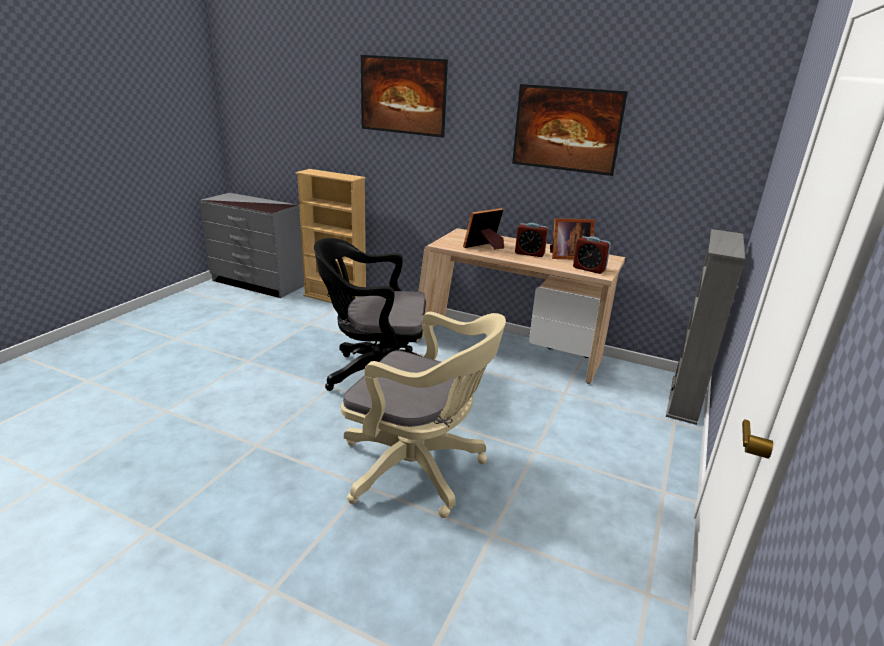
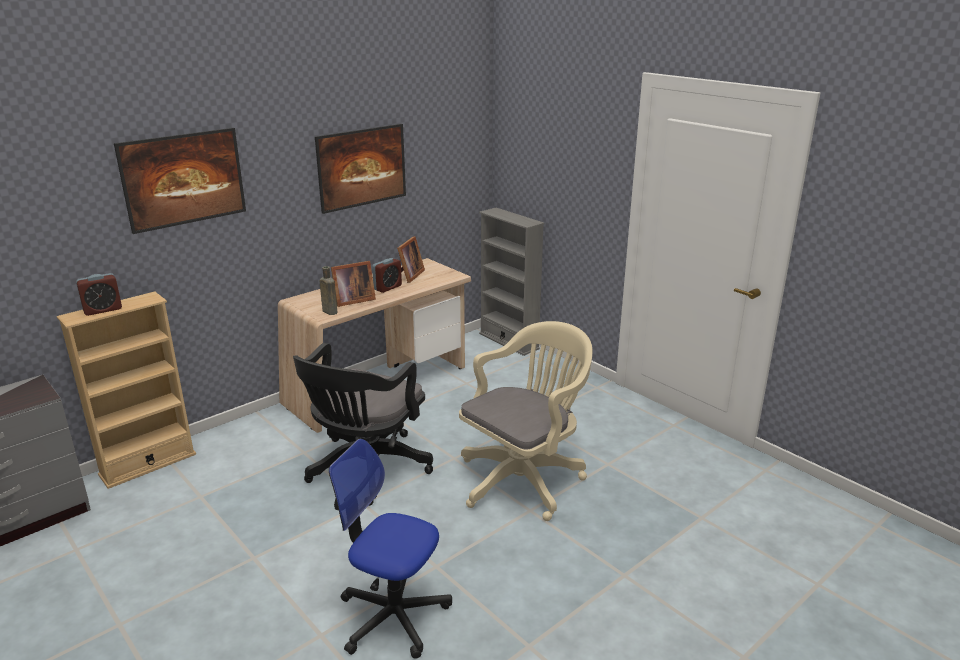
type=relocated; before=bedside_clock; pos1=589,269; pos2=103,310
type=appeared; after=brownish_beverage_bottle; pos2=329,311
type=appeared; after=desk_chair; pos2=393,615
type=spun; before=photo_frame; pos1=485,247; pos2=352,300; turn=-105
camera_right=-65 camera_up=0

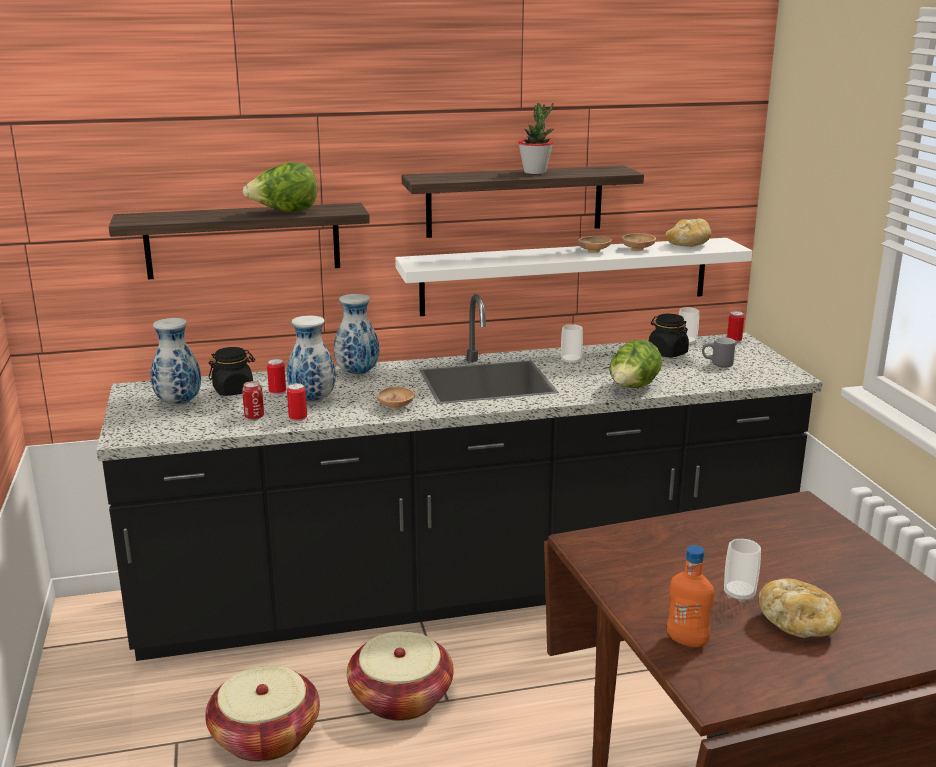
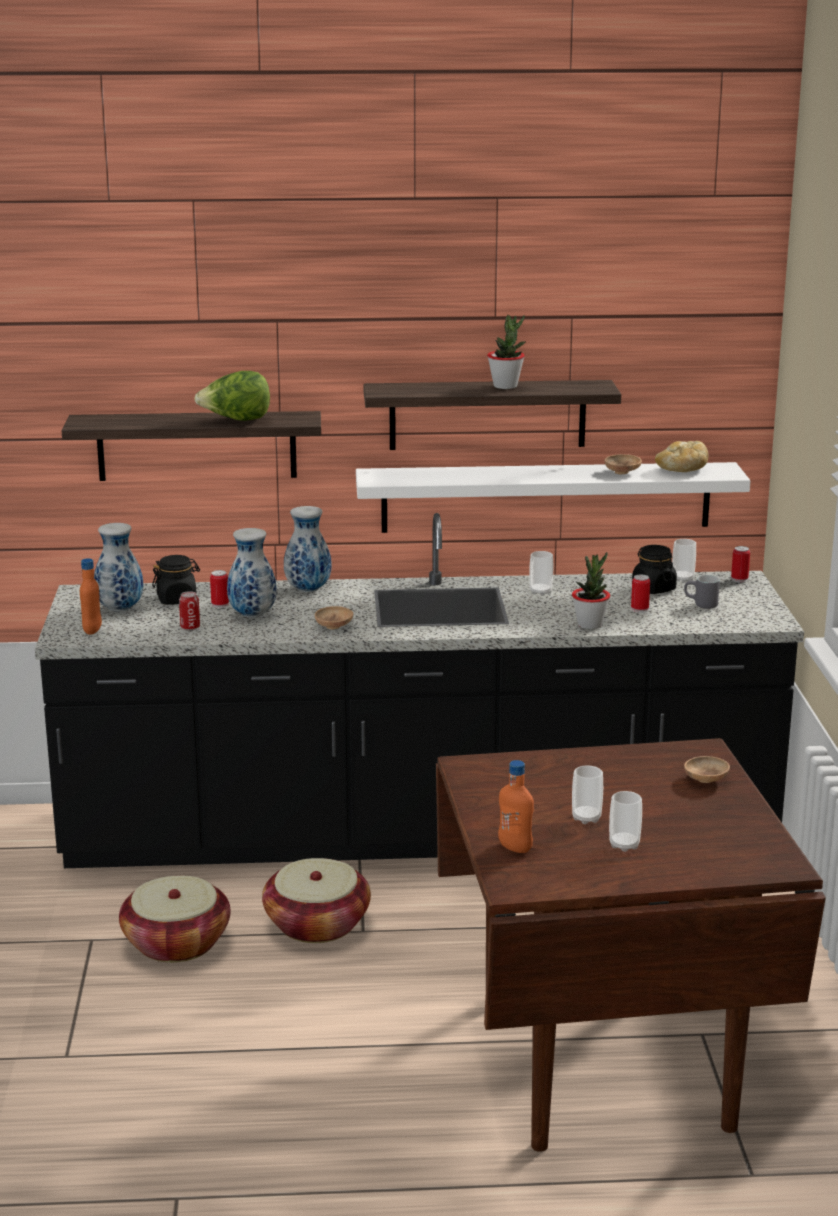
type=appeared; after=orange_beverage_bottle; pos2=92,630
type=exchanged; before=head_of_lettuce; after=potted_plant; pos1=632,389; pos2=590,625
type=exchanged; before=bread; after=small_cup; pos1=798,625; pos2=624,845
type=relocated; before=metal_can; pos1=298,419; pos2=639,609
type=relocated; before=brownish_bowl; pos1=594,251; pos2=706,780
camera_right=10 camera_up=0

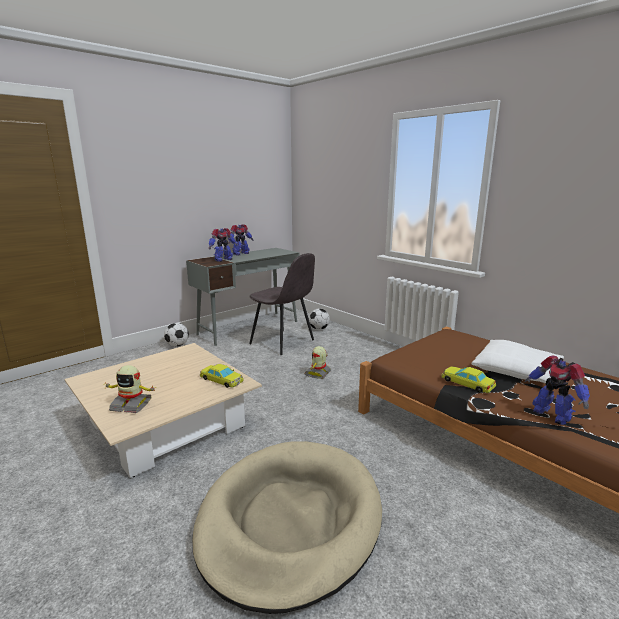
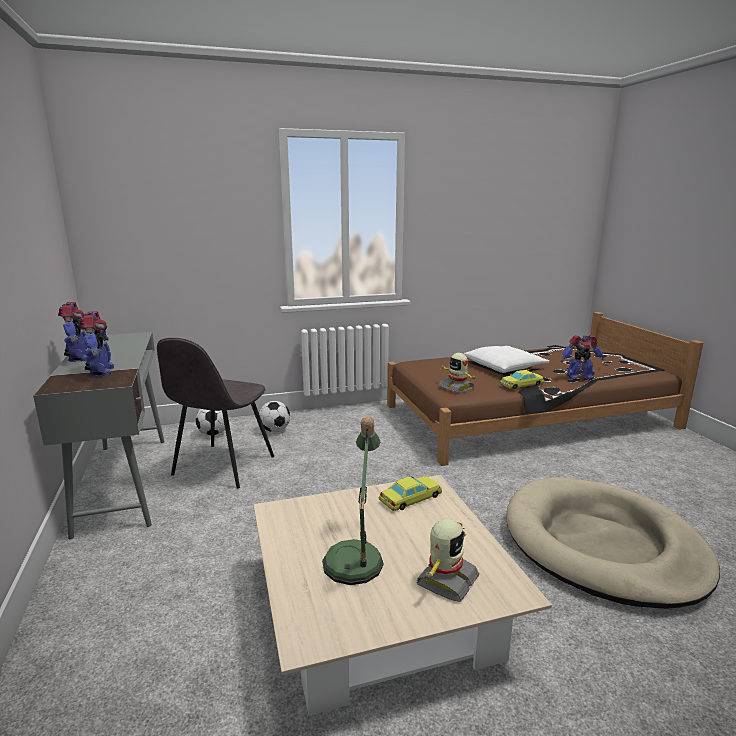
type=spun; before=grey_upright_chair; pos1=283,342; pos2=222,467; turn=135
type=relocated; before=football; pos1=177,345; pos2=275,430
type=appeared; after=table_lamp; pos2=356,556
type=relocated; before=model_robot; pos1=318,373; pos2=456,387
camera_right=-65 camera_up=0

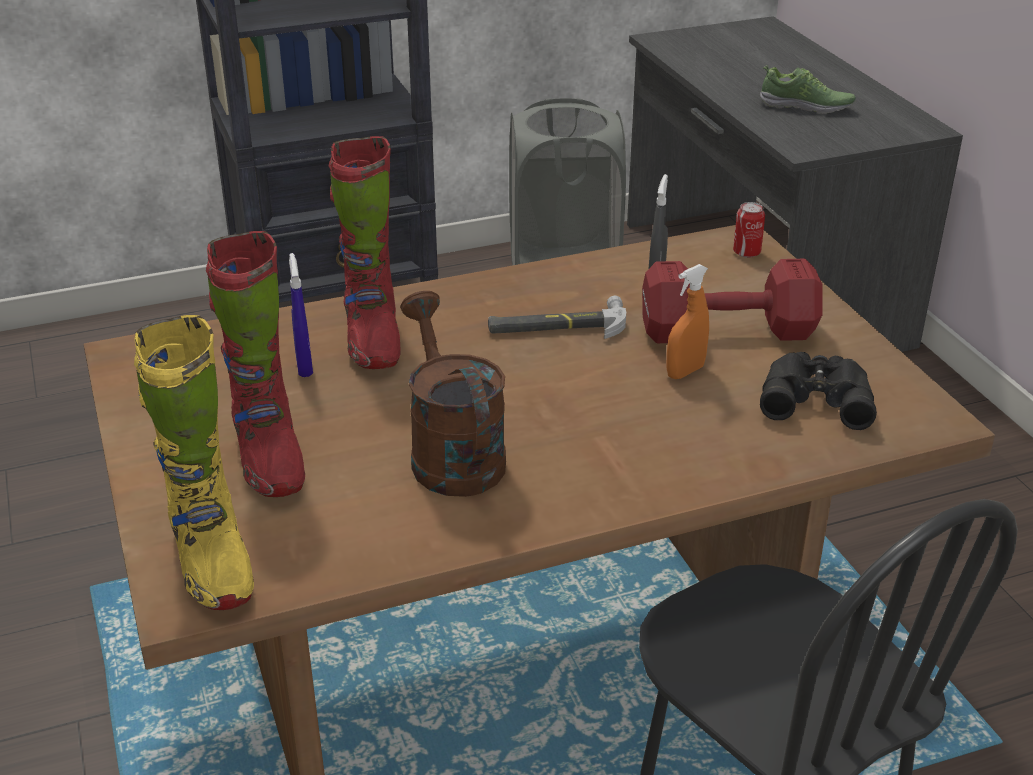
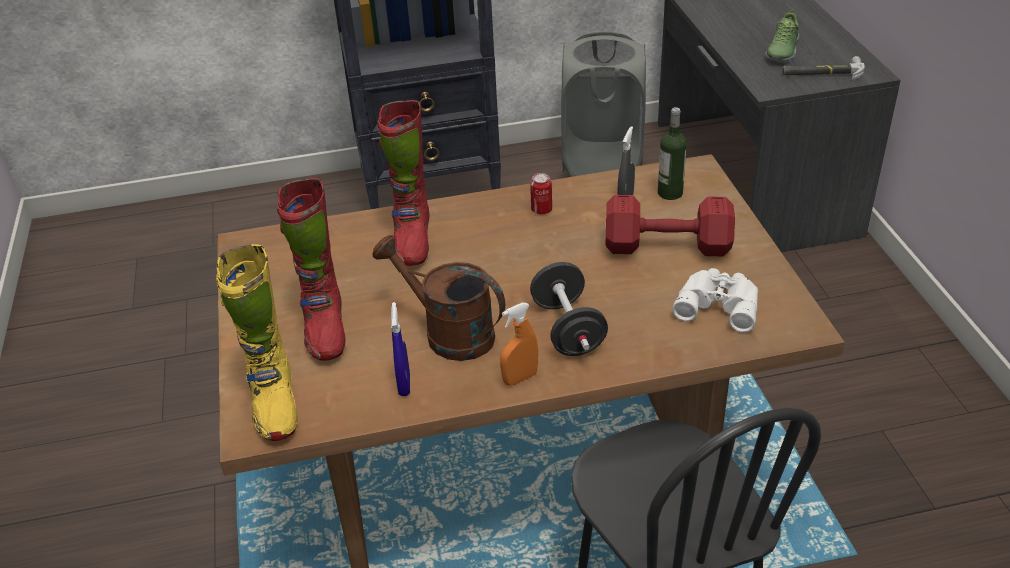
type=spun; before=brownish_sprinkling_can; pos1=451,453; pos2=448,333; turn=-45
type=relocated; before=bluish_hand_sprayer; pos1=304,366; pos2=404,384
type=relocated; before=orange_hand_sprayer; pos1=685,372; pos2=520,378
type=relocated; before=metal_can; pos1=746,252; pos2=541,210
type=appeared; after=black_free_weight; pos2=568,329
type=appeared; after=beverage_bottle; pos2=670,193
type=colour; before=black_field_glasses; after=white-coloured_field_glasses; pos1=815,396; pos2=718,303
type=spun; before=low_shoe; pos1=806,107; pos2=781,51; turn=90
type=relocated; before=hammer; pos1=557,326; pos2=822,72
camera_right=10 camera_up=5

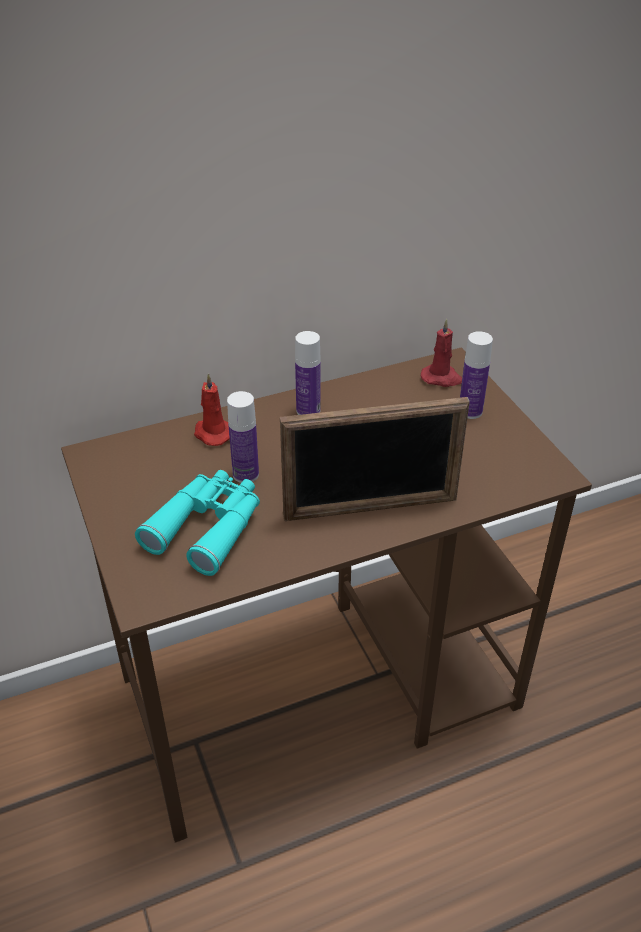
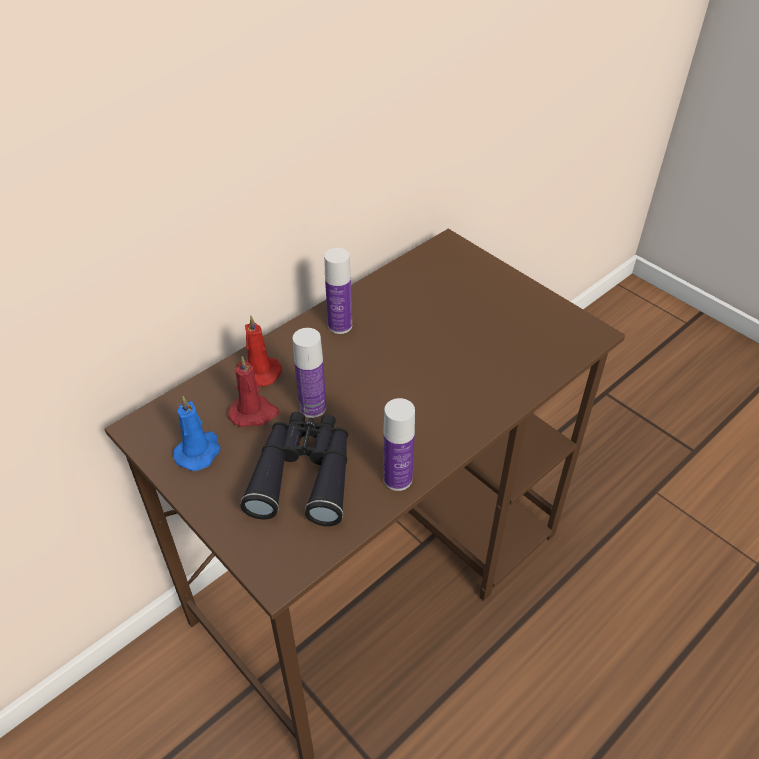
type=appeared; after=bluish_candle; pos2=199,451
type=relocated; before=reddish_candle; pos1=442,378; pos2=254,413
type=colour; before=turquoise-coloured_field_glasses; after=black_field_glasses; pos1=208,527; pos2=304,474
type=relocated; before=beverage_bottle; pos1=470,411; pos2=397,479
type=missing; before=photo_frame; pos1=370,509
camera_right=-20 camera_up=5

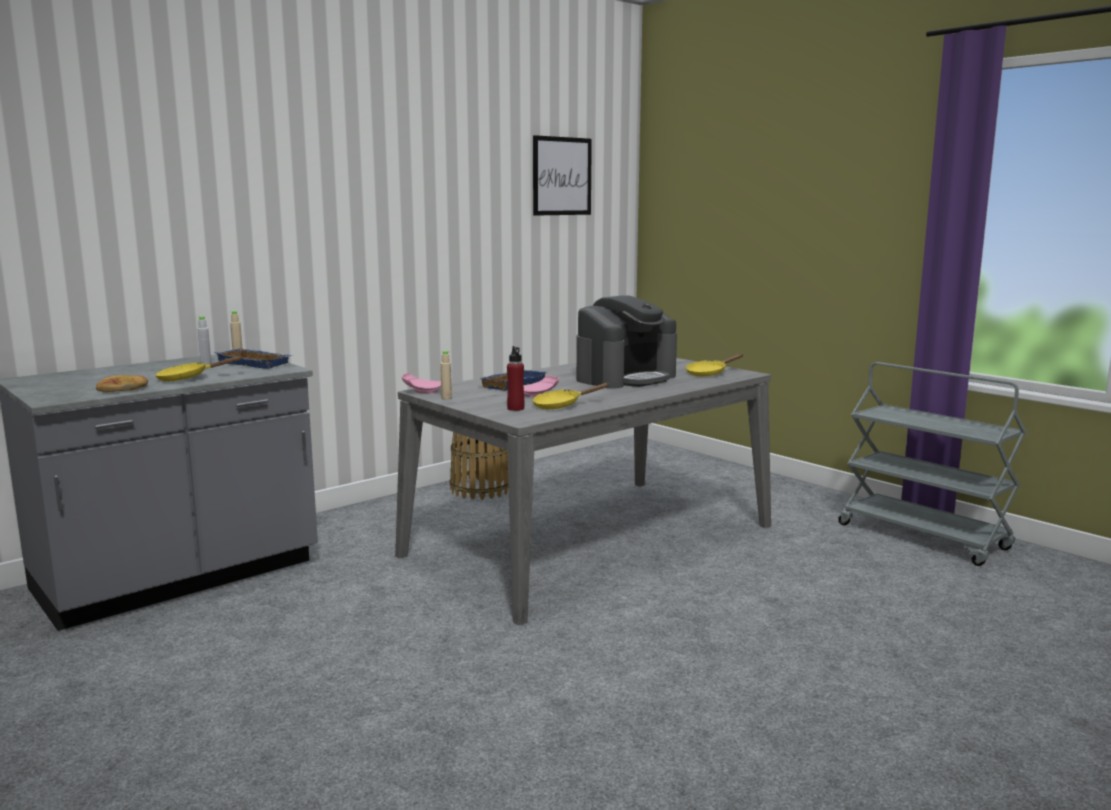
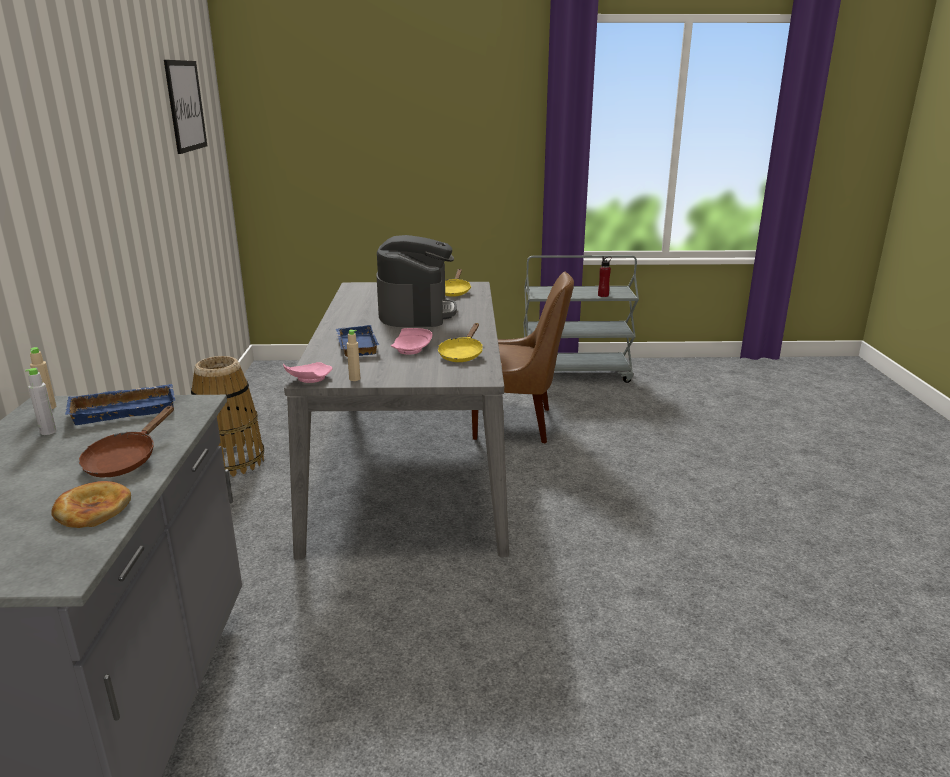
type=colour; before=yellow_pan; after=brownish_pan; pos1=188,378; pos2=125,460
type=appeared; after=brownish_upright_chair; pos2=516,424
type=relocated; before=reddish_beverage_bottle; pos1=515,408; pos2=603,295
camera_right=-50 camera_up=10

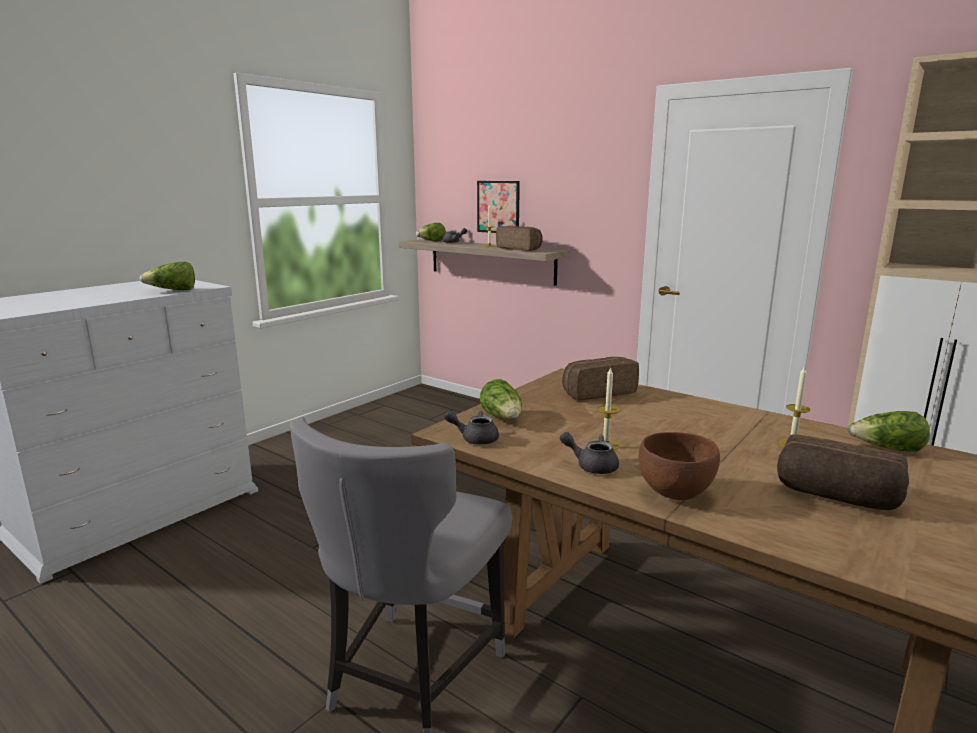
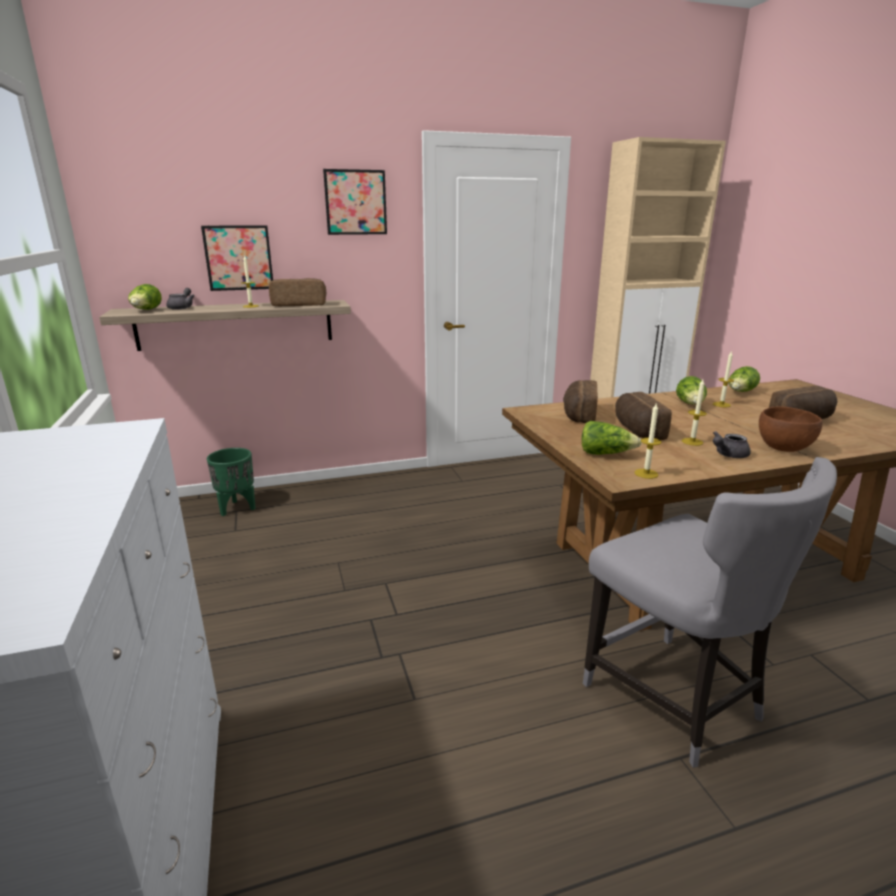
type=appeared; after=green_plant_pot; pos2=237,508
type=appeared; after=picture; pos2=355,202
type=appeared; after=bread; pos2=636,430
type=exchanged; before=grey_pot_for_tea; after=candle; pos1=474,439; pos2=646,473
type=relocated; before=head_of_lettuce; pos1=173,290; pos2=691,404
camera_right=-55 camera_up=5

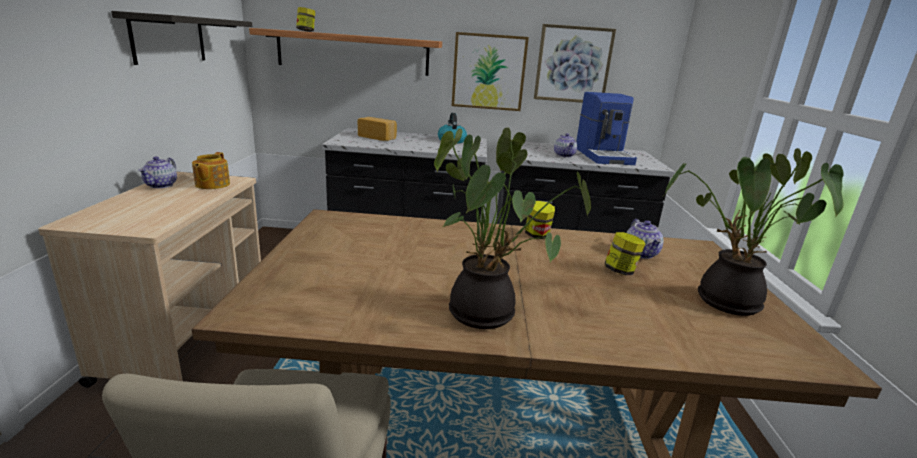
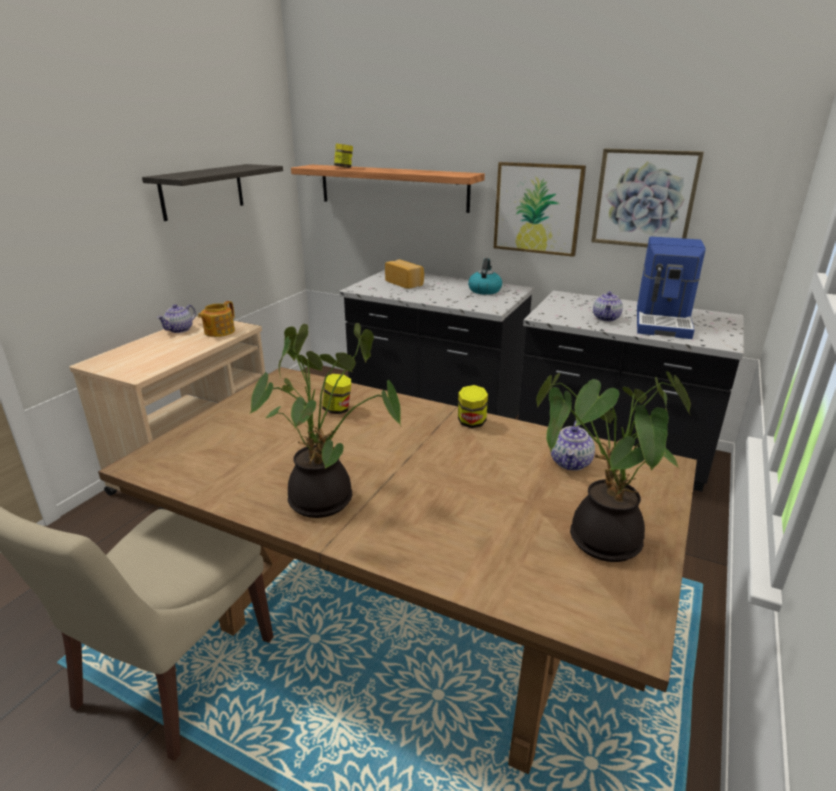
type=relocated; before=preserve_jar; pos1=620,271; pos2=337,410
camera_right=25 camera_up=5

